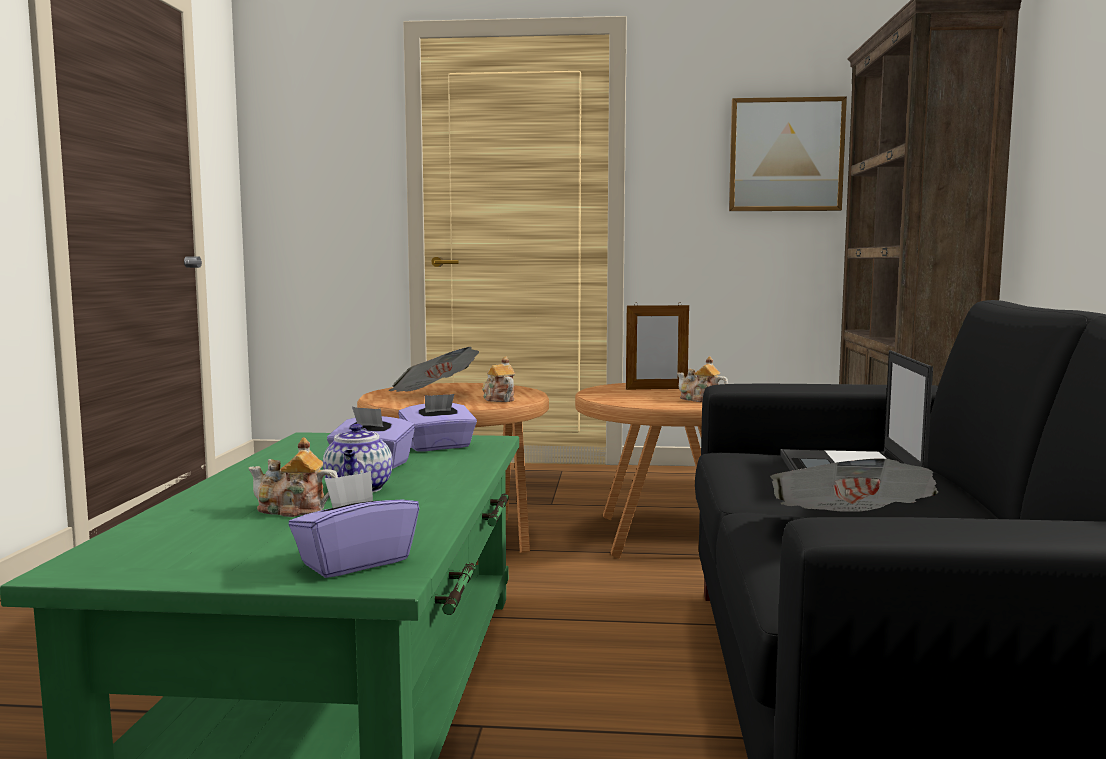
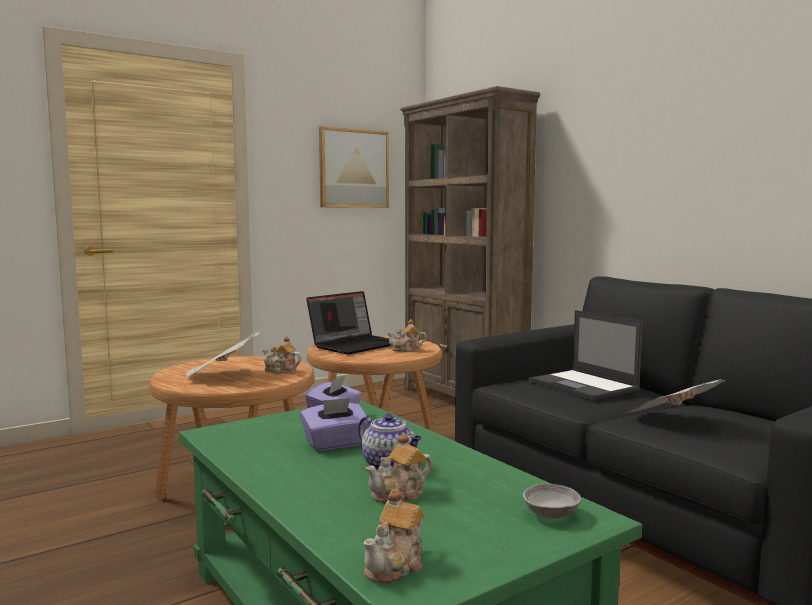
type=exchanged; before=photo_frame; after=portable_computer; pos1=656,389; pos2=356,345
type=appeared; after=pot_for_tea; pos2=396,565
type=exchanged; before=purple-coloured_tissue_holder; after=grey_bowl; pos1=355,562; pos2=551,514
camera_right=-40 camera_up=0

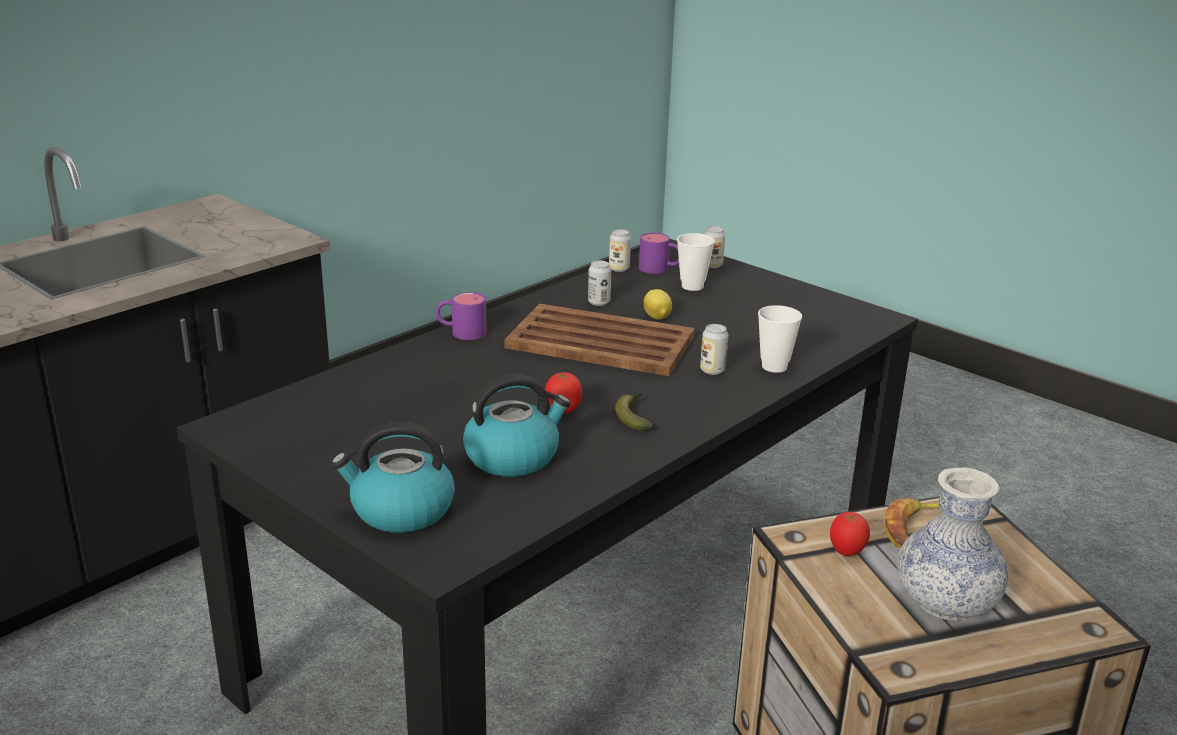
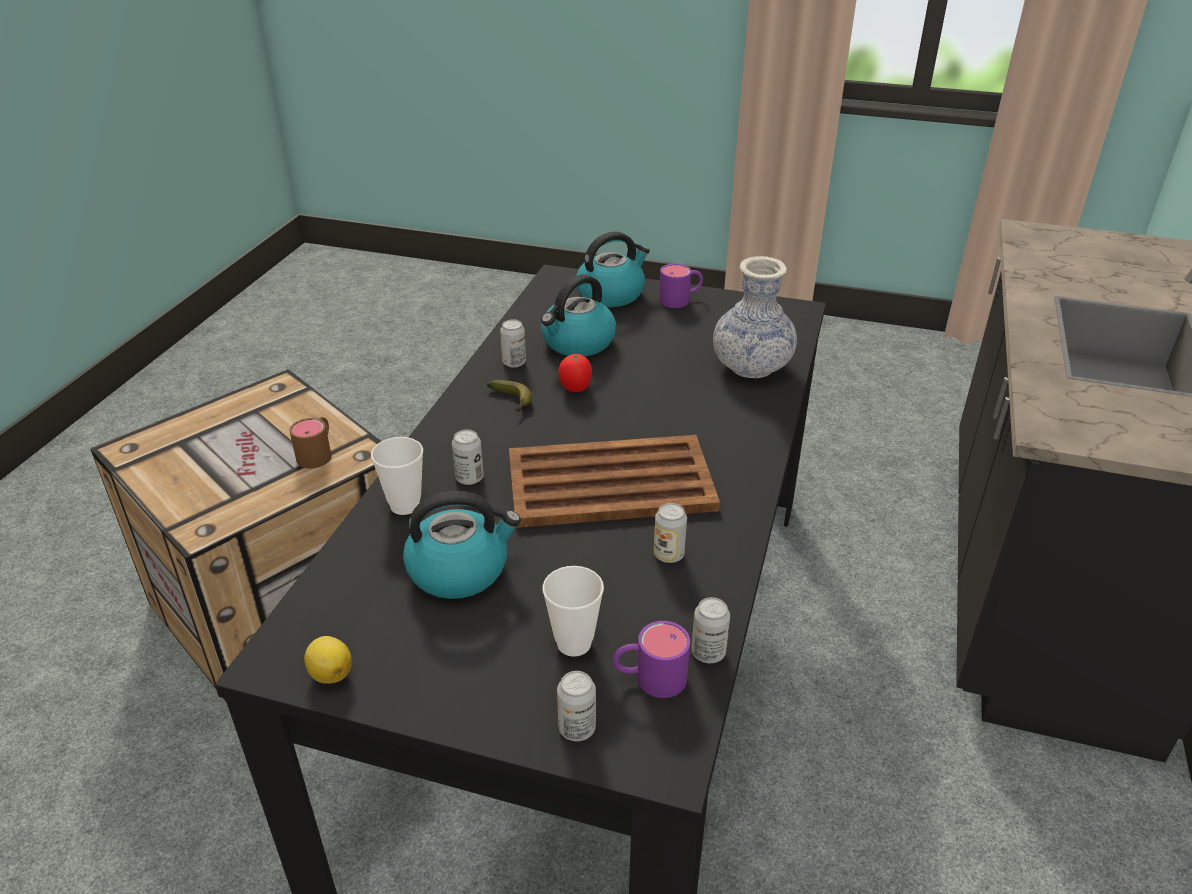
type=exchanged; before=whole_tomato; after=brownish_tea_mug; pos1=846,552; pos2=318,453
type=relocated; before=whole_lemon; pos1=657,317; pos2=331,673
type=appeared; after=tea_kettle; pos2=460,569
type=appeared; after=metal_can; pos2=514,362
type=relocated; before=purple-coloured_tea_mug; pos1=461,332; pos2=681,299
type=relocated; before=decorative_vase; pos1=945,603; pos2=751,367
type=missing; before=whole_banana; pos1=911,529
camera_right=155 camera_up=10

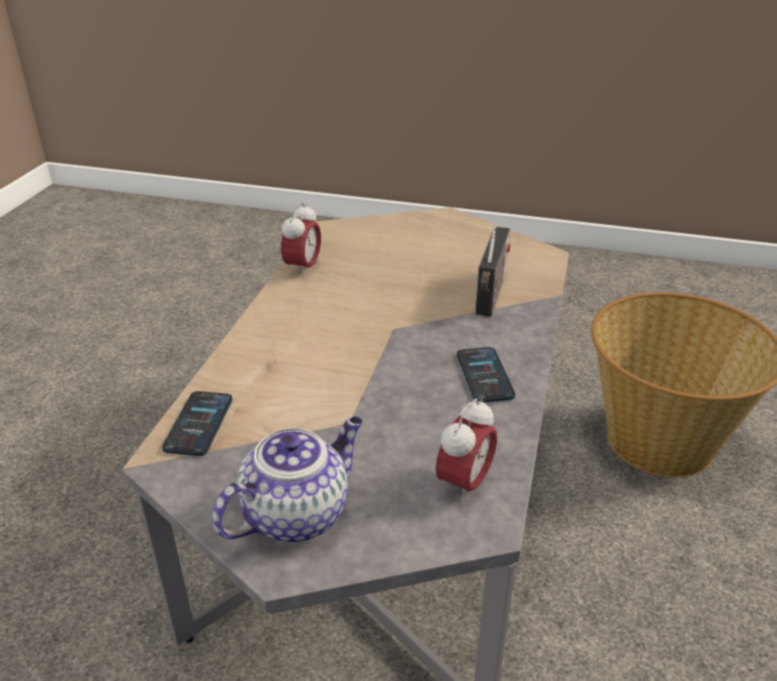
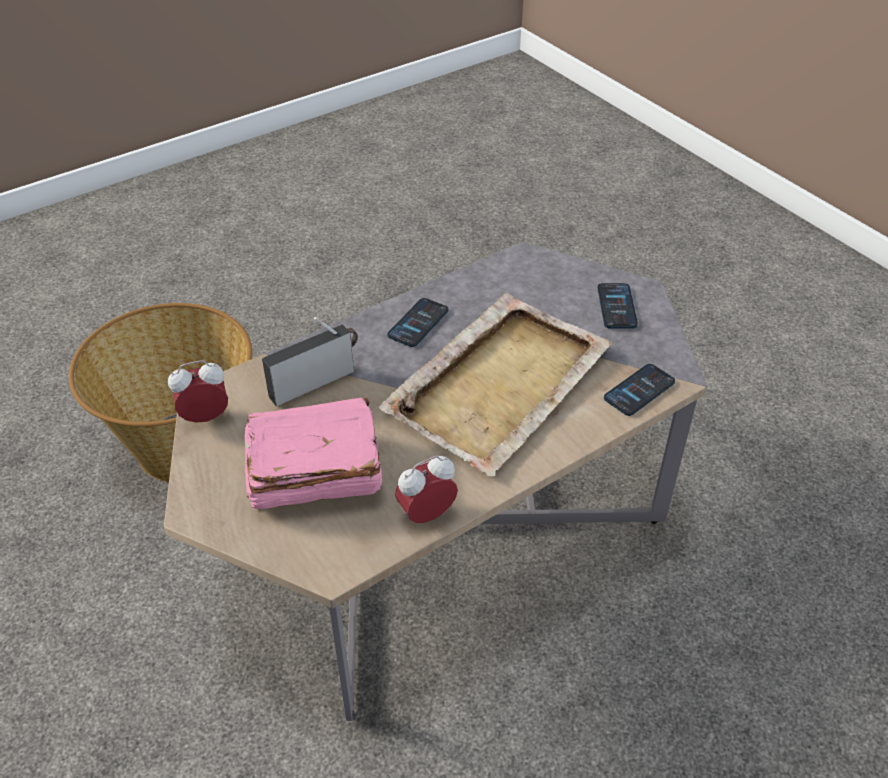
type=relocated; before=bedside_clock; pos1=464,484; pos2=205,417
type=appeared; after=pink-coloured_bound_book; pos2=312,472
type=appeared; after=beige_carrying_tray; pos2=500,383
type=exchanged; before=pot_for_tea; after=telephone; pos1=297,513; pos2=616,307
camera_right=-140 camera_up=10

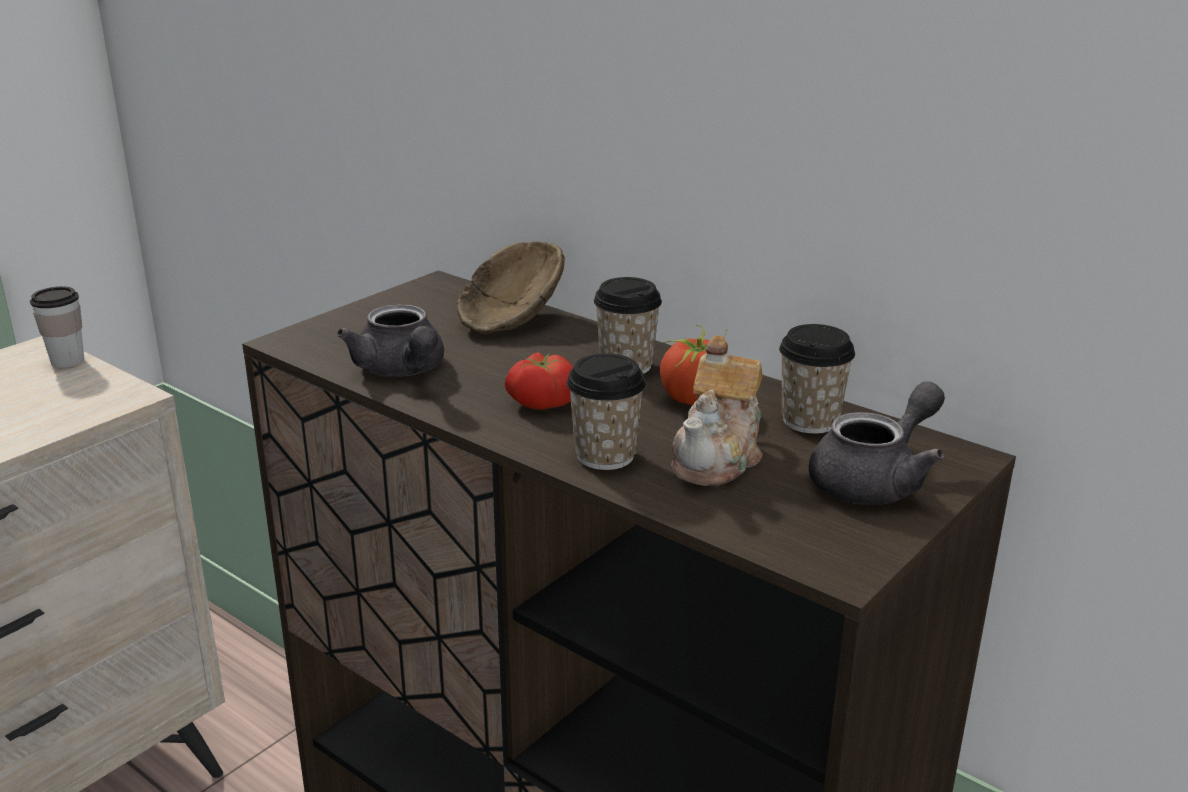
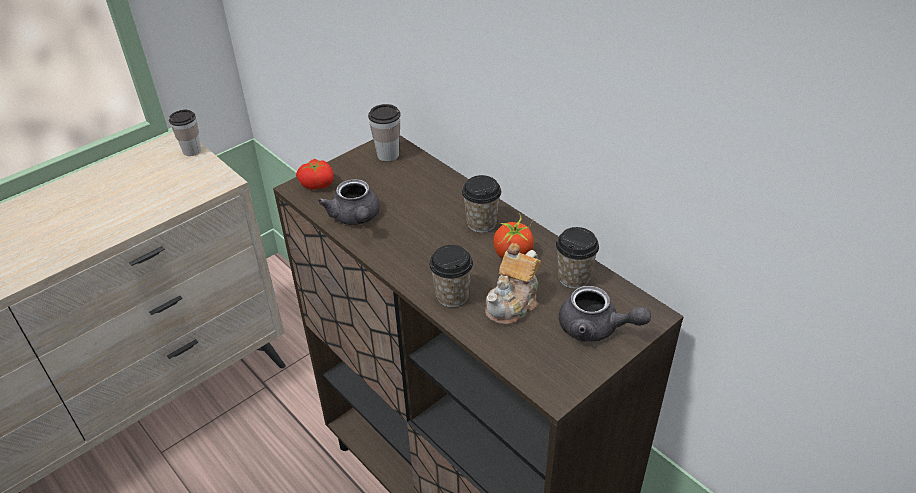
type=relocated; before=whole_tomato; pos1=543,401; pos2=317,183
type=appeared; after=small_cup; pos2=388,155
type=spun; before=grey_pot_for_tea; pos1=876,480; pos2=596,329; turn=60
type=missing; before=brownish_bowl; pos1=507,318
camera_right=10 camera_up=15

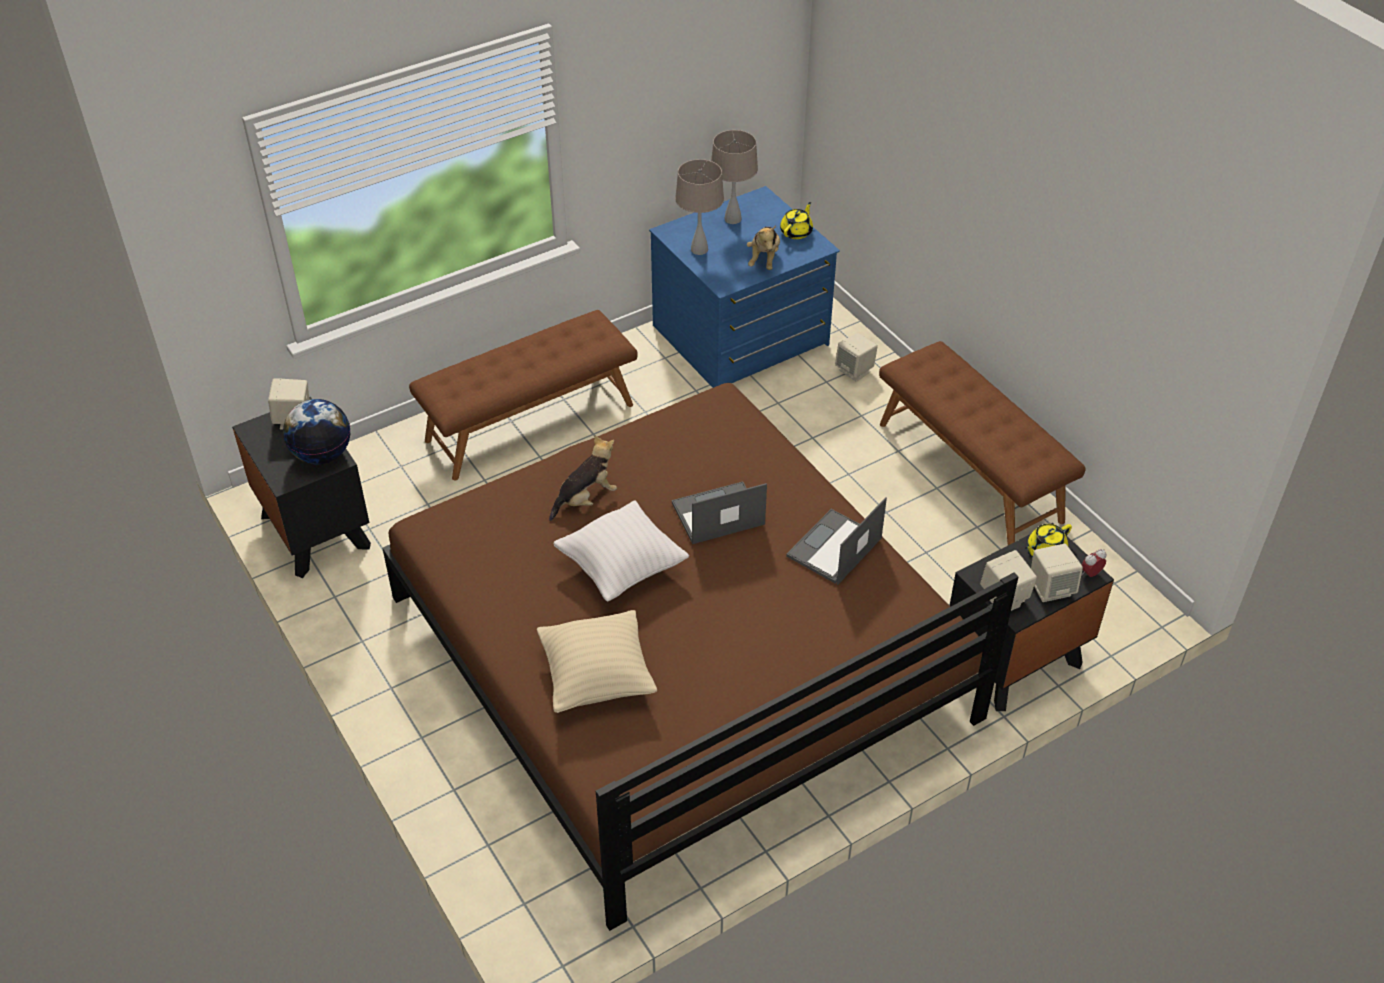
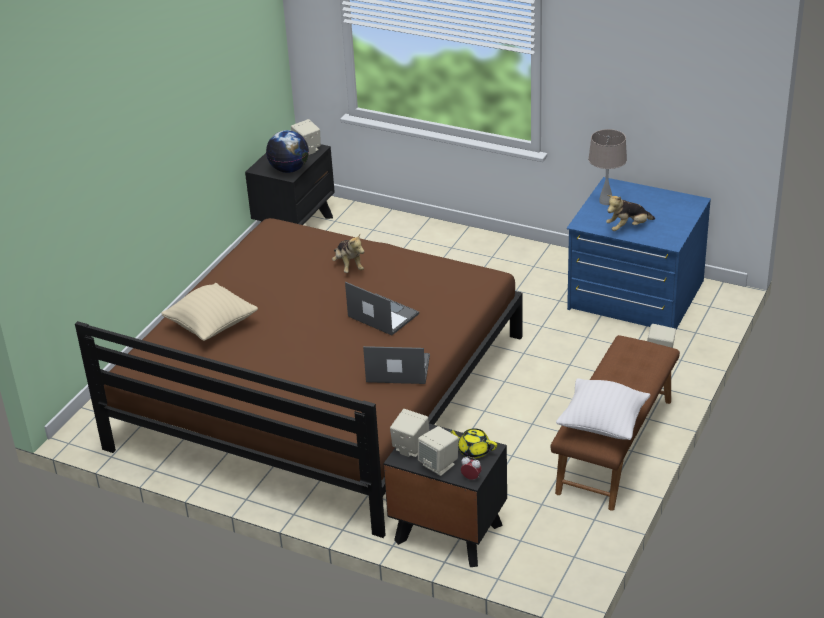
type=spun; before=plush_toy; pos1=586,499; pos2=348,266; turn=45
type=relocated; before=white-coloured_throw_pillow; pos1=621,568; pos2=602,425
type=missing; before=brownish_indoor_bench; pos1=529,421
type=missing; before=beige_table_lamp; pos1=733,219
type=missing; before=yellow_pot_for_tea; pos1=796,232
camera_right=60 camera_up=-10

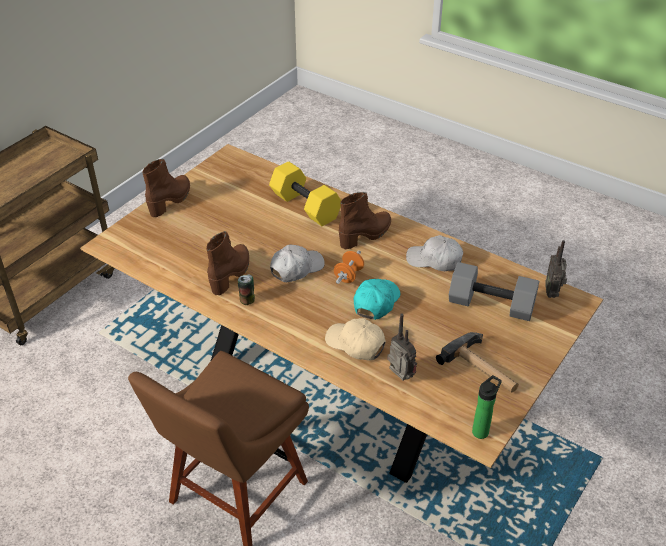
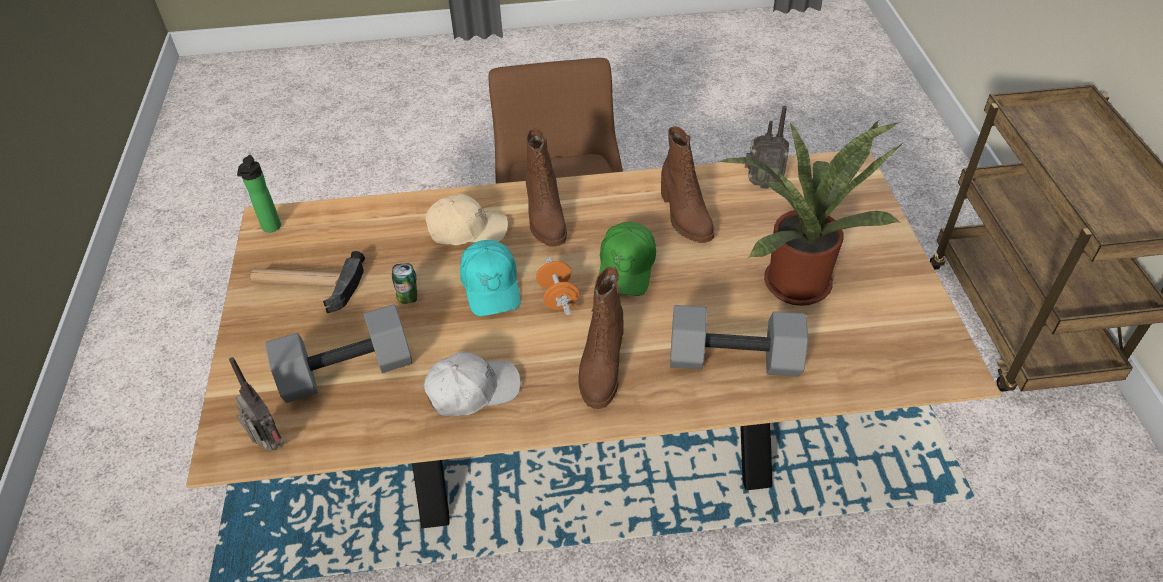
type=relocated; before=metal_can; pos1=247,300; pos2=408,298
type=relocated; before=brownish_boot; pos1=171,201; pos2=544,219
type=colour; before=white-coloured_cap; after=green_cap; pos1=296,268; pos2=626,267
type=colour; before=yellow_free_weight; after=grey_free_weight; pos1=304,206; pos2=735,357
type=appeared; after=potted_plant; pos2=795,279
type=relocated; before=radio; pos1=399,377; pos2=762,183
camera_right=140 camera_up=5

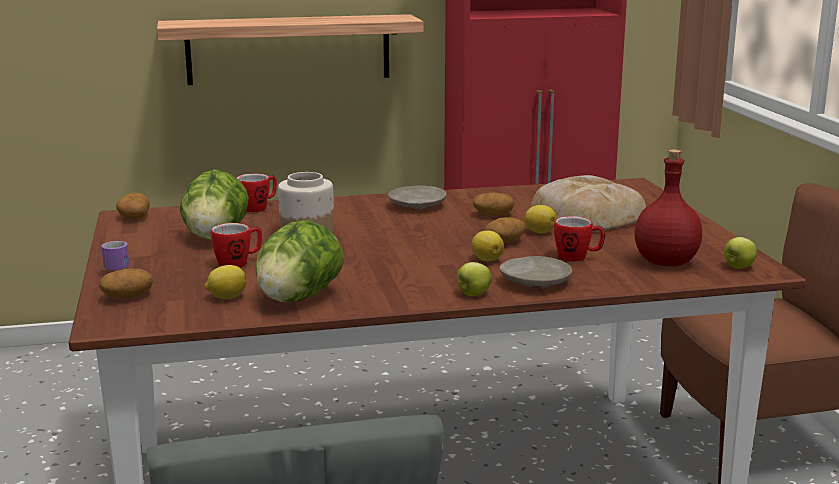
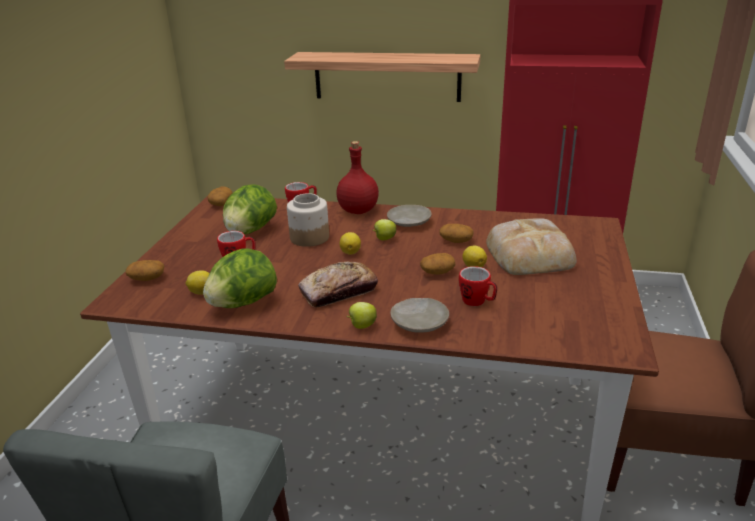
type=appeared; after=bread; pos2=338,291
type=relocated; before=reddish_beverage_bottle; pos1=665,263; pos2=357,211
type=relocated; before=whole_lemon; pos1=486,259; pos2=351,252
type=relocated; before=apple_fruit; pos1=738,267; pos2=384,239
type=missing; before=tea_mug; pos1=118,268
camera_right=25 camera_up=10

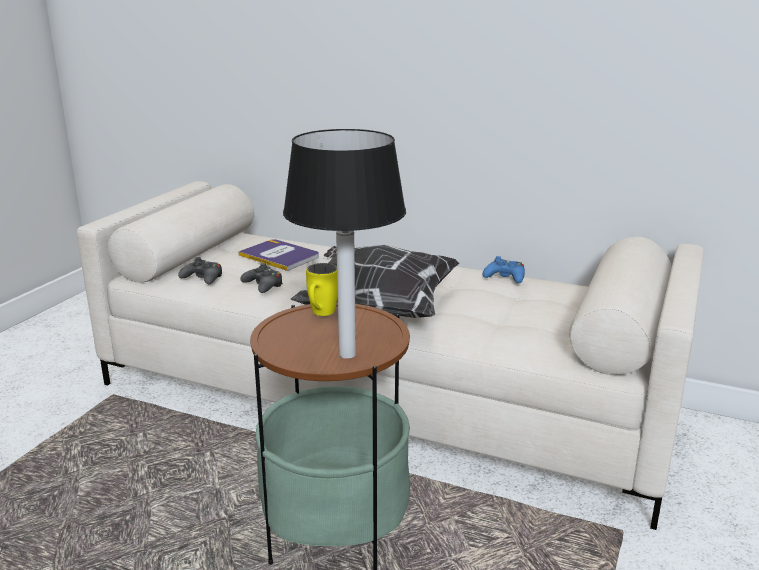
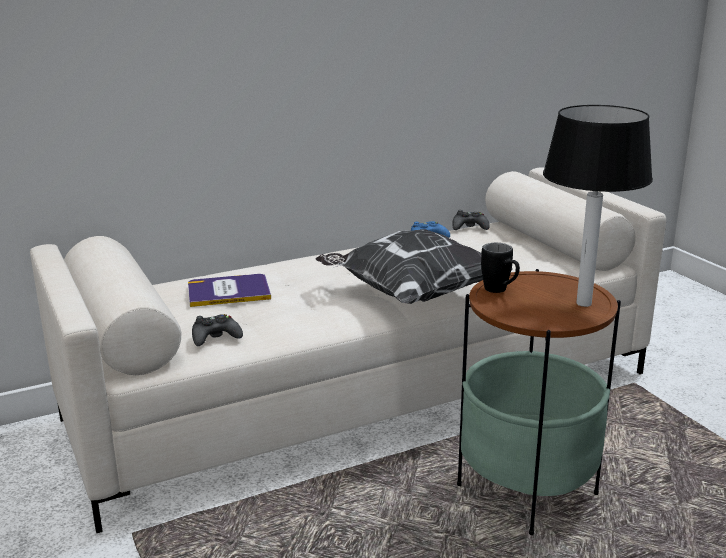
type=relocated; before=black_game_controller; pos1=263,285; pos2=469,227
type=colour; before=yellow_tea_mug; after=black_tea_mug; pos1=320,314; pos2=500,291
camera_right=-50 camera_up=0

